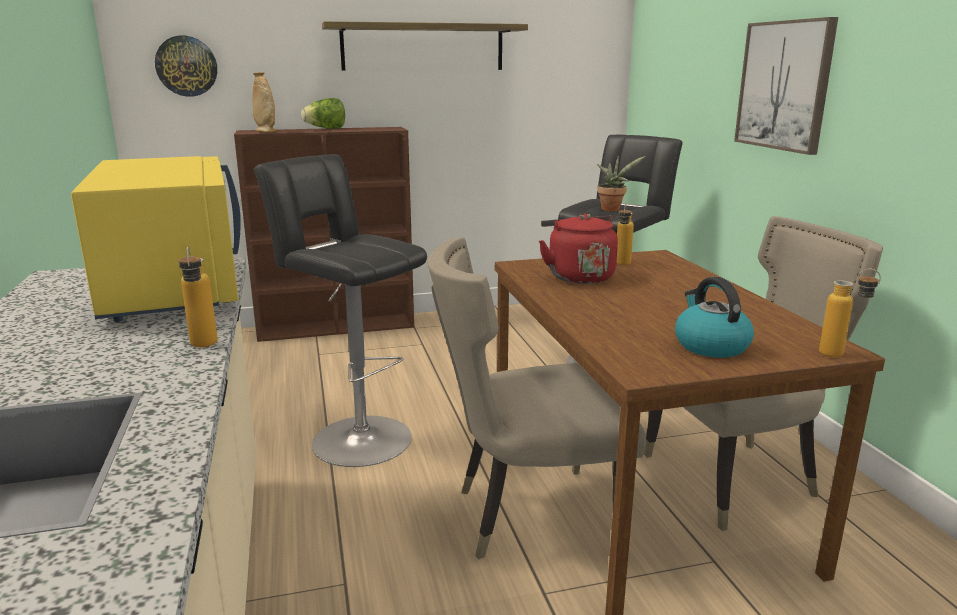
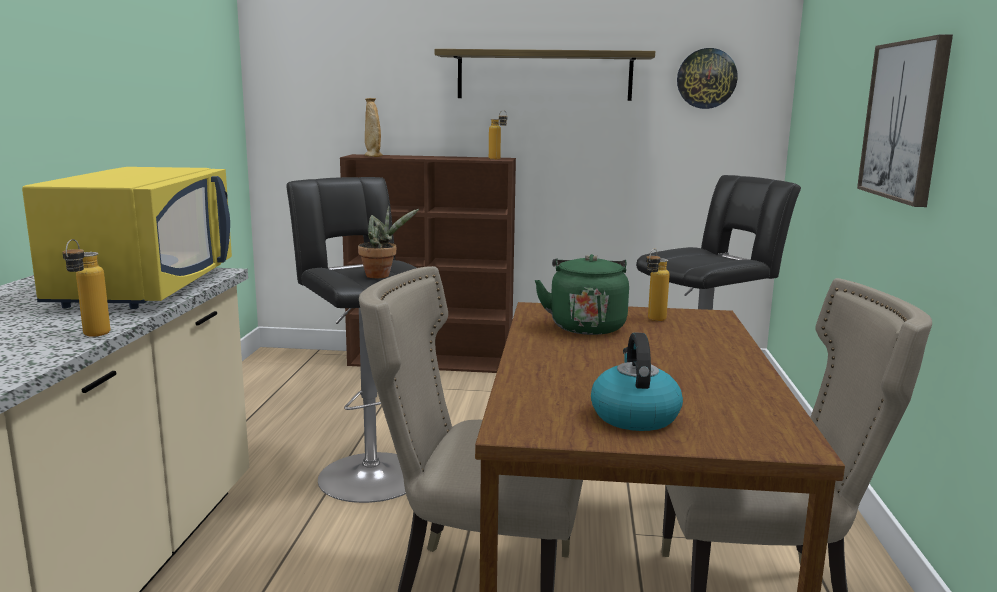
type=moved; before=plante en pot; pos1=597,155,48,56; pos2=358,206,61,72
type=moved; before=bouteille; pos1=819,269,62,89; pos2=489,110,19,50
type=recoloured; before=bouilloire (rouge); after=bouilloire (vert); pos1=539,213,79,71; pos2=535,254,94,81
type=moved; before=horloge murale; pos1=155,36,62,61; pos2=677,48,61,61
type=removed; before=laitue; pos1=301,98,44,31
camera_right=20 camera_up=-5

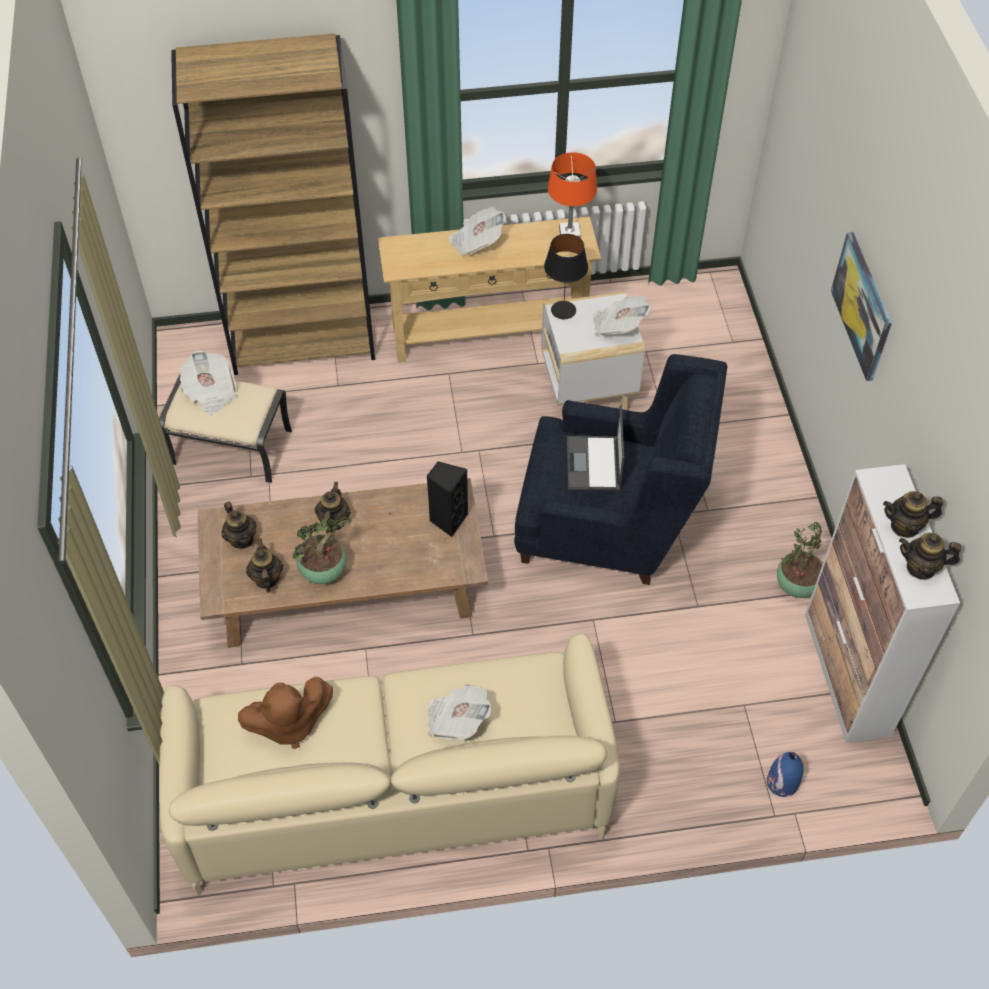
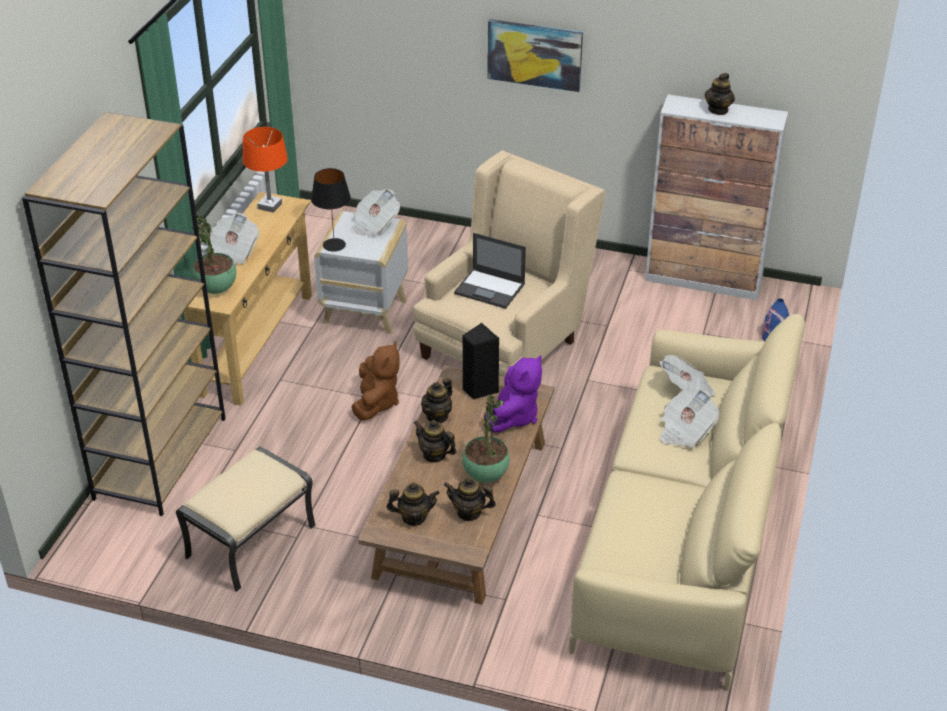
type=moved; before=plante en pot; pos1=777,522,45,76; pos2=192,215,44,79
type=moved; before=peluche (marron); pos1=238,676,95,73; pos2=351,341,48,80
type=recoloured; before=fauteuil (bleu); after=fauteuil (beige); pos1=514,354,214,231; pos2=414,150,191,227
type=moved; before=théière; pos1=899,533,62,47; pos2=421,378,32,45
type=added; after=peluche (violet); pos2=484,355,58,77
type=moved; before=journal; pos1=180,350,57,65; pos2=659,355,57,41
camera_right=-65 camera_up=-15

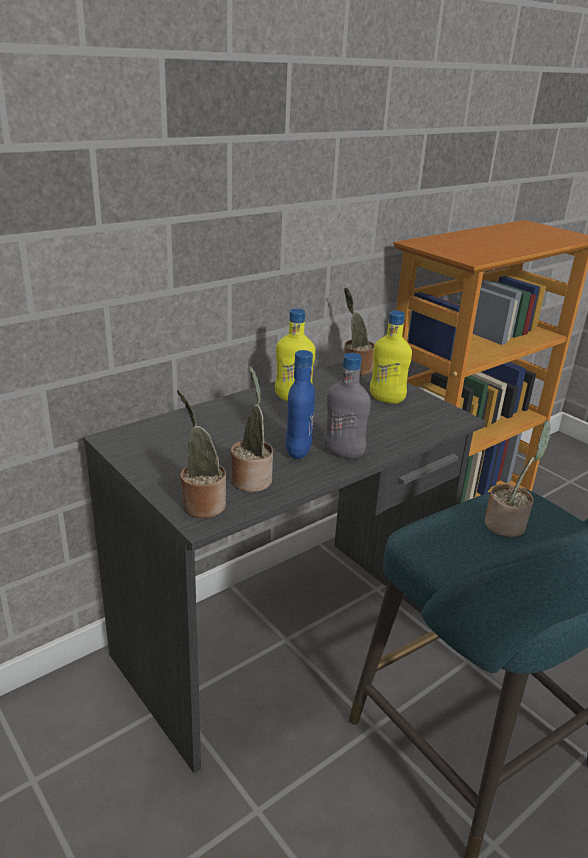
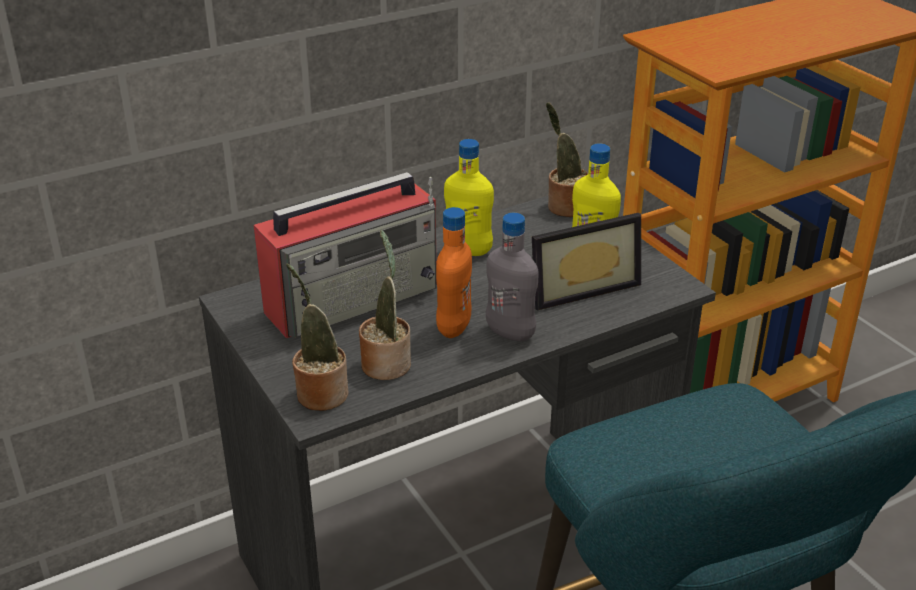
type=added; after=radio; pos2=254,172,183,166
type=recoloured; before=bouteille (bleu); after=bouteille (orange); pos1=286,350,29,109; pos2=436,207,36,131
type=added; after=cadre photo; pos2=532,213,109,98
type=removed; before=plante en pot; pos1=484,420,67,117
camera_right=10 camera_up=5

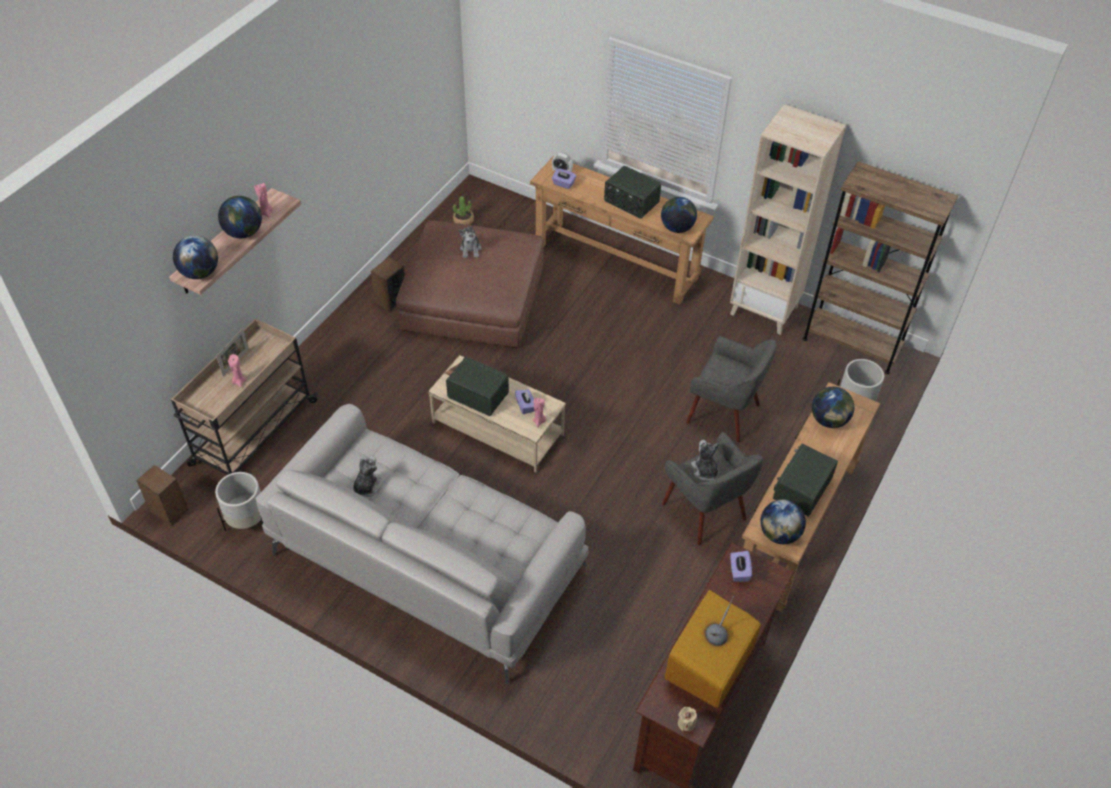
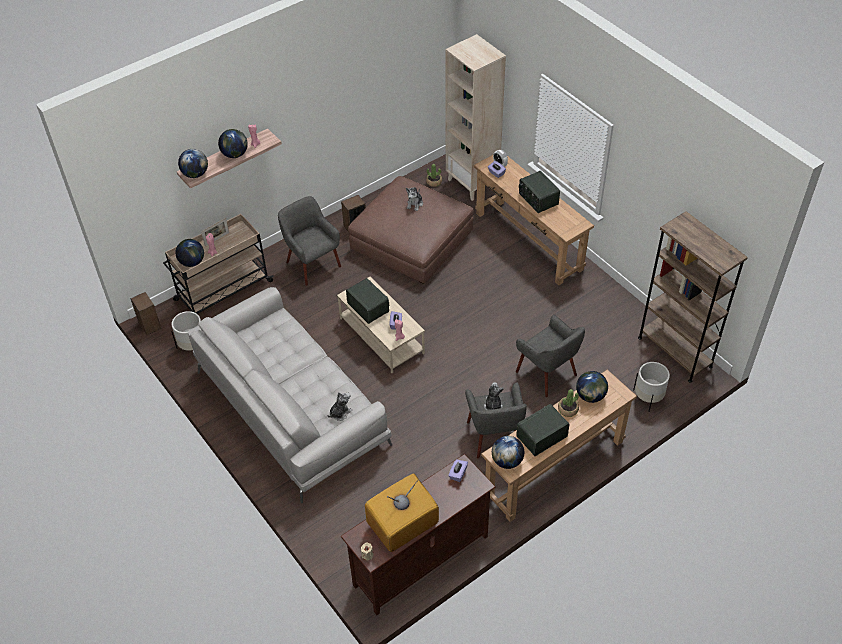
type=moved; before=globe; pos1=661,197,36,36; pos2=176,239,28,28
type=added; after=fauteuil (gris); pos2=278,196,63,90
type=moved; before=peluche; pos1=353,456,29,41; pos2=328,392,25,29
type=moved; before=bibliothèque (beige); pos1=730,104,116,231; pos2=445,34,61,167
type=added; after=plante en pot; pos2=558,389,21,28
camera_right=25 camera_up=0

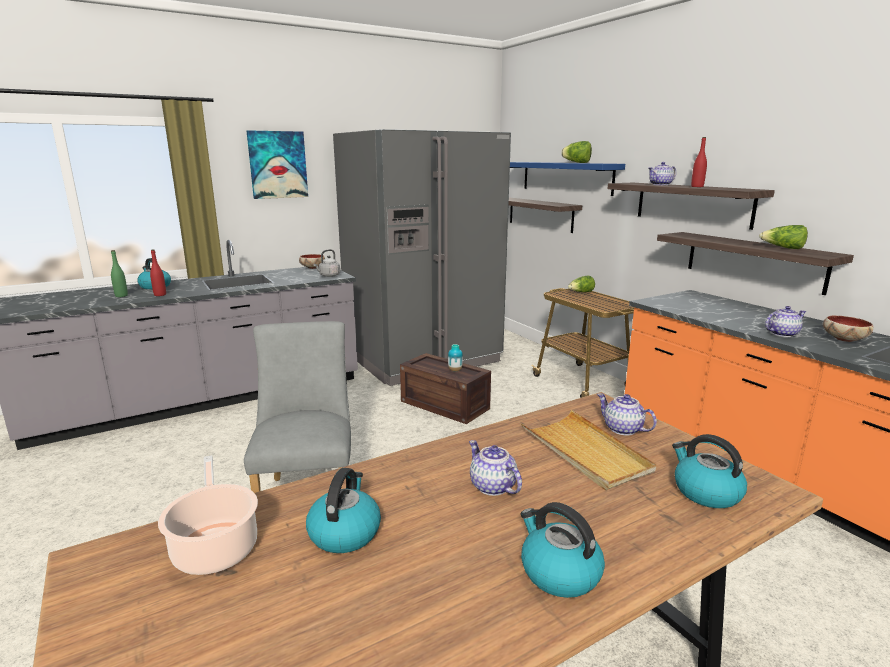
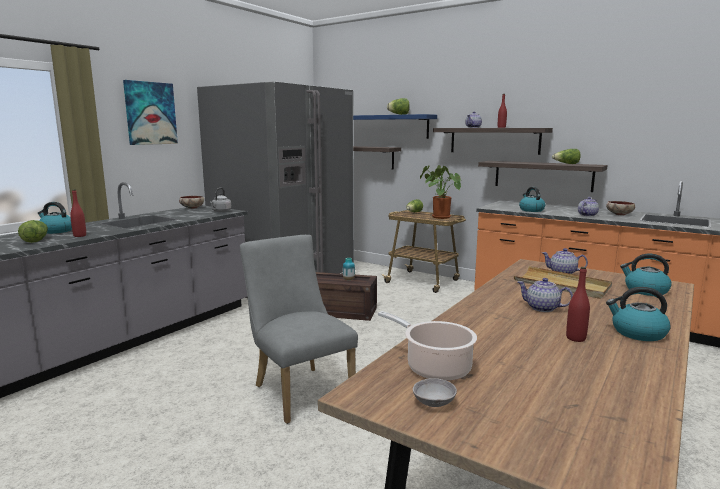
type=replaced; before=bouteille (vert); after=laitue; pos1=111,250,17,47; pos2=18,220,30,23
type=added; after=bol (gris); pos2=413,378,44,29
type=added; after=plante en pot; pos2=420,165,41,54
type=moved; before=bouilloire; pos1=306,468,75,85; pos2=519,187,26,25
type=added; after=bouteille (rouge); pos2=566,267,24,75
camera_right=-25 camera_up=-5

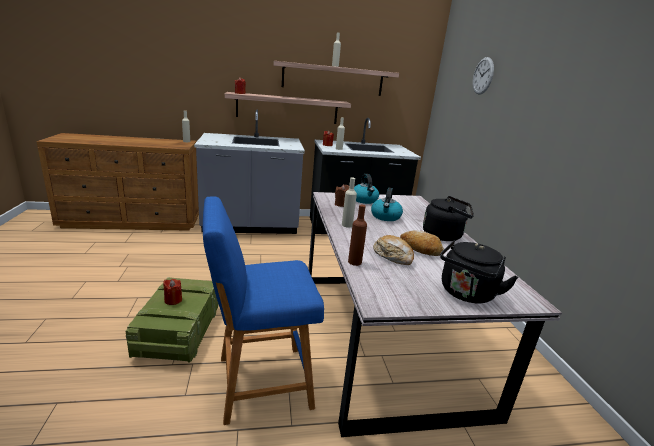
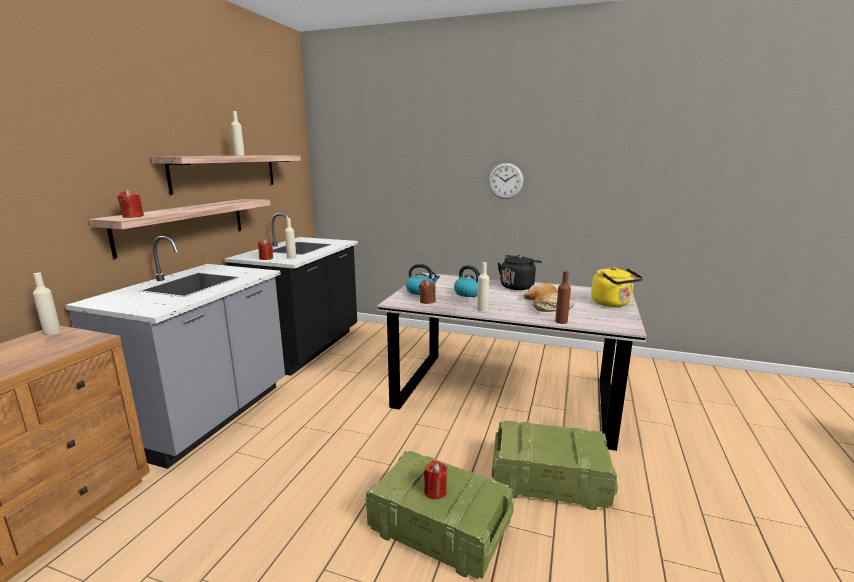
type=moved; before=horloge murale; pos1=473,57,21,38; pos2=488,163,36,36
type=replaced; before=tabouret (bleu); after=caisse; pos1=203,196,121,229; pos2=492,420,126,90
type=recoloured; before=bouilloire (noir); after=bouilloire (jaune); pos1=440,240,79,63; pos2=591,267,52,40
camera_right=-60 camera_up=-5

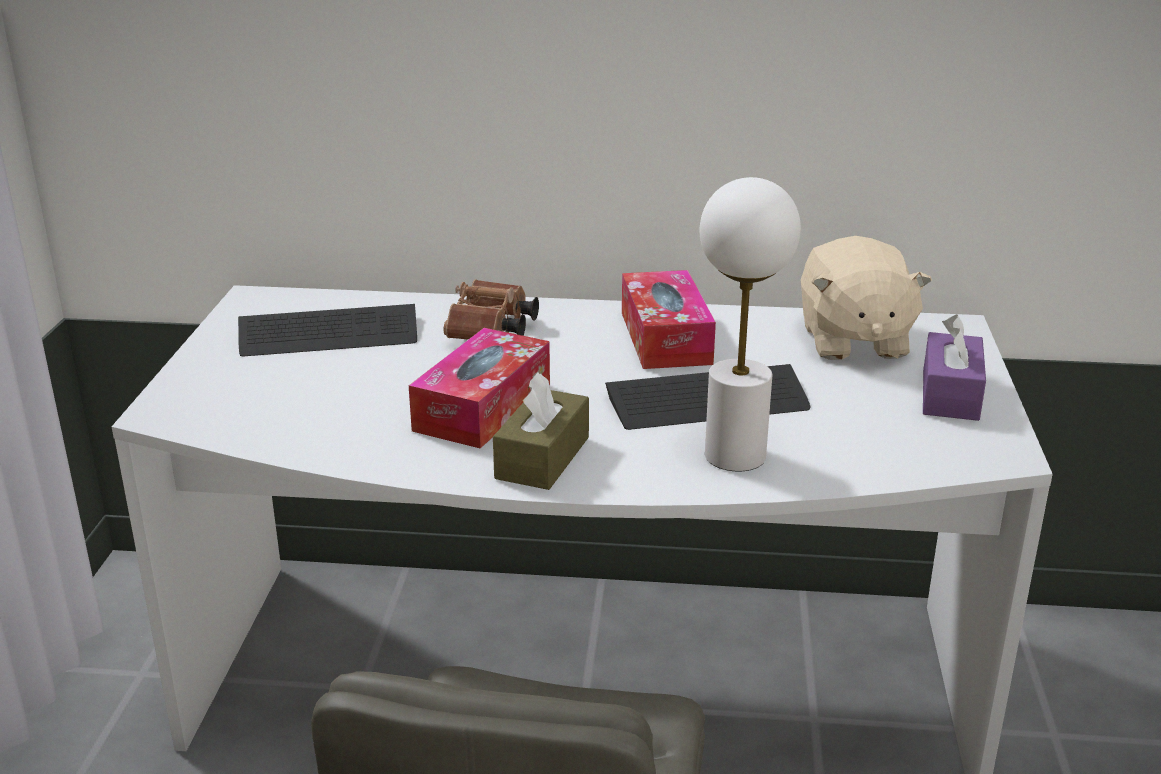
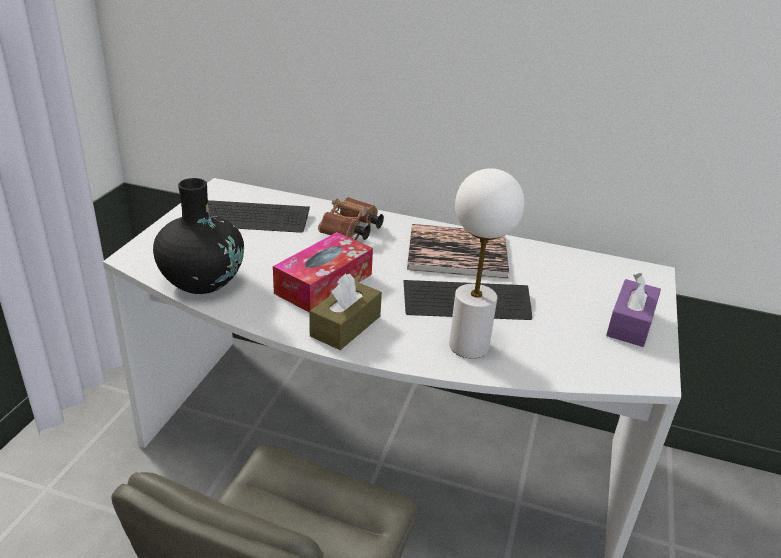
type=added; after=vase (noir); pos2=153,178,91,116
type=replaced; before=boîte à mouchoirs; after=livre; pos1=622,270,94,99; pos2=407,224,102,55
type=removed; before=peluche (beige); pos1=801,236,131,124
camera_right=10 camera_up=5

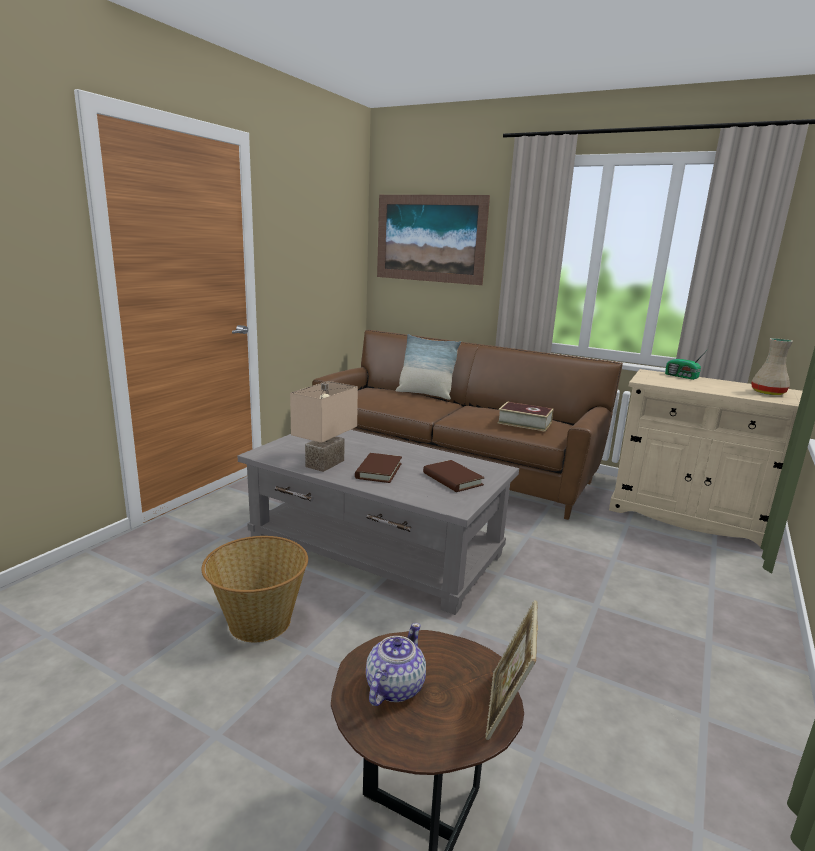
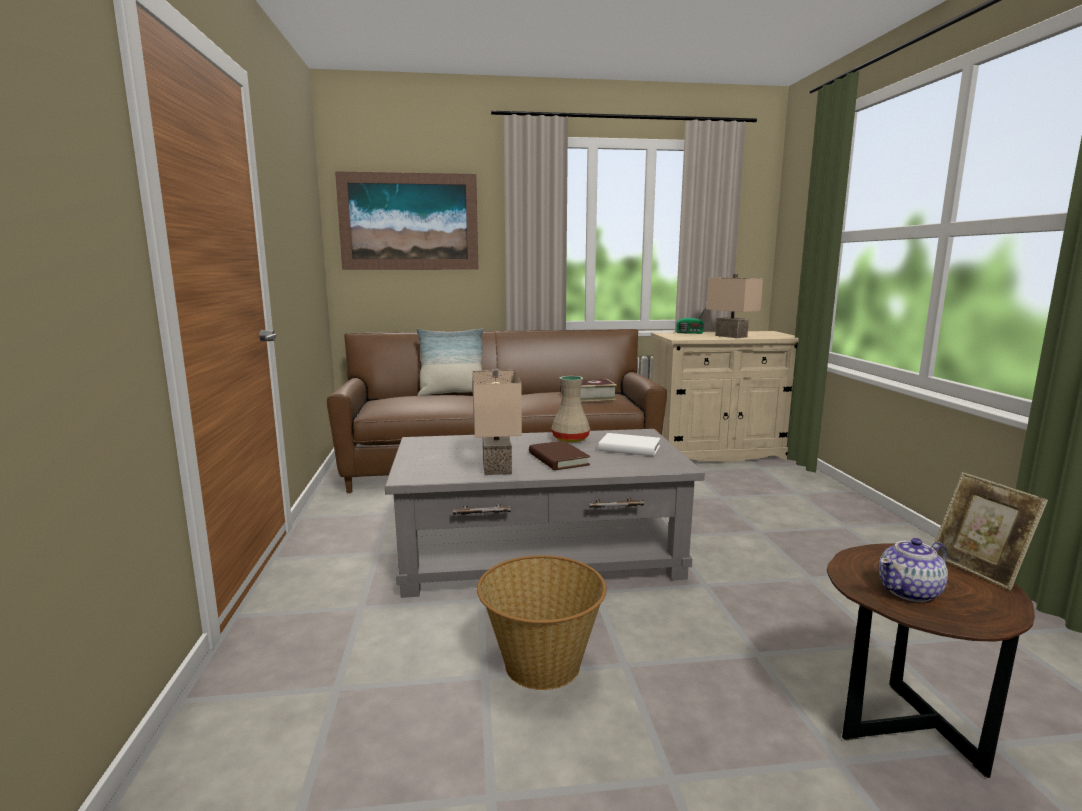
type=moved; before=vase (beige); pos1=751,338,42,57; pos2=552,376,38,66
type=recoloured; before=livre (marron); after=livre (blanc); pos1=423,460,62,32; pos2=598,433,63,23
type=added; after=lampe de table (beige); pos2=706,274,57,64
type=turned; before=théière; pos1=366,623,60,83; pos2=878,538,70,64; turn=-105
camera_right=-35 camera_up=-5

